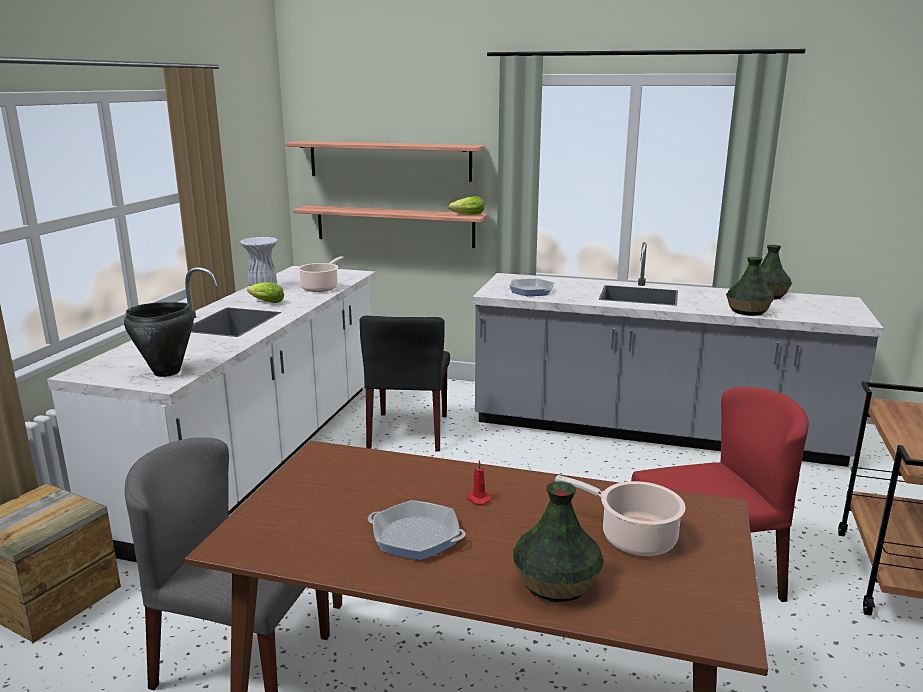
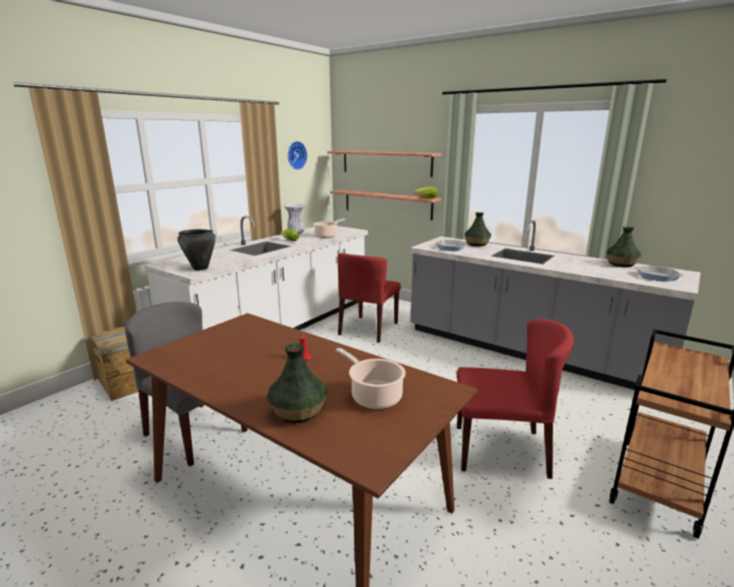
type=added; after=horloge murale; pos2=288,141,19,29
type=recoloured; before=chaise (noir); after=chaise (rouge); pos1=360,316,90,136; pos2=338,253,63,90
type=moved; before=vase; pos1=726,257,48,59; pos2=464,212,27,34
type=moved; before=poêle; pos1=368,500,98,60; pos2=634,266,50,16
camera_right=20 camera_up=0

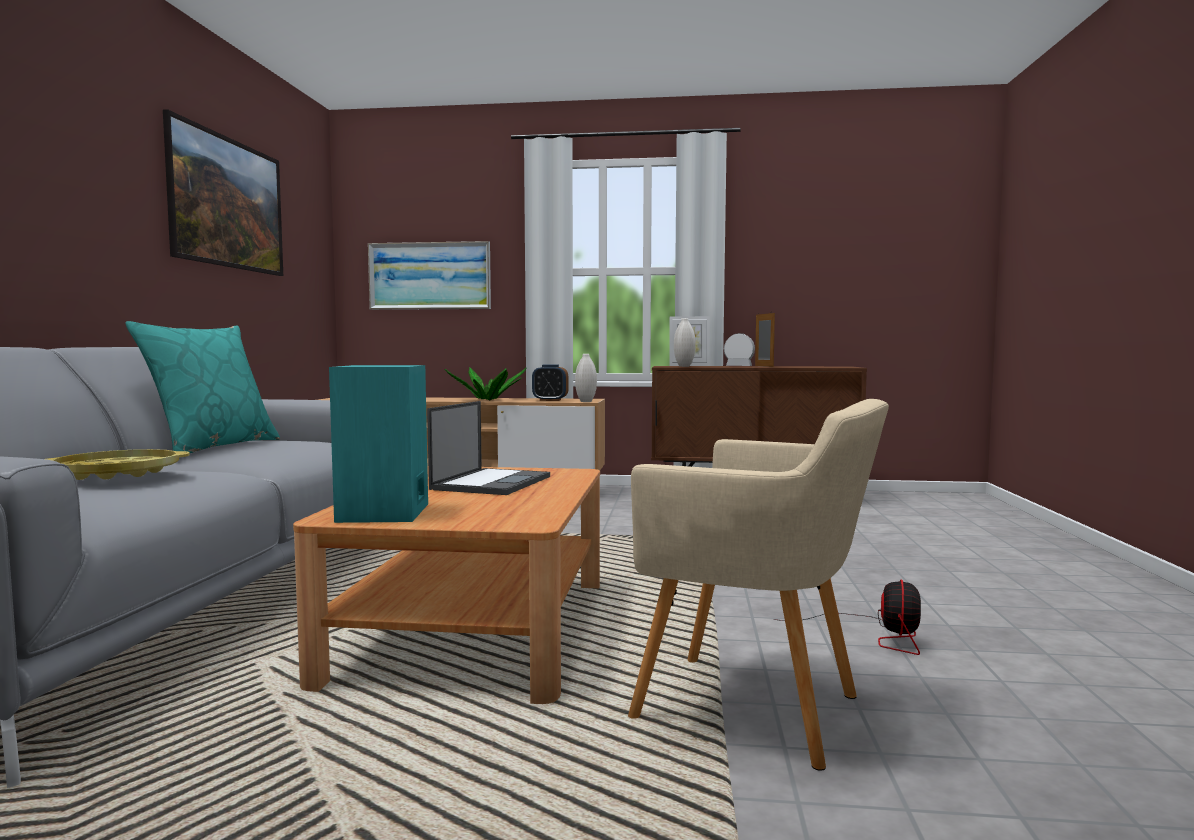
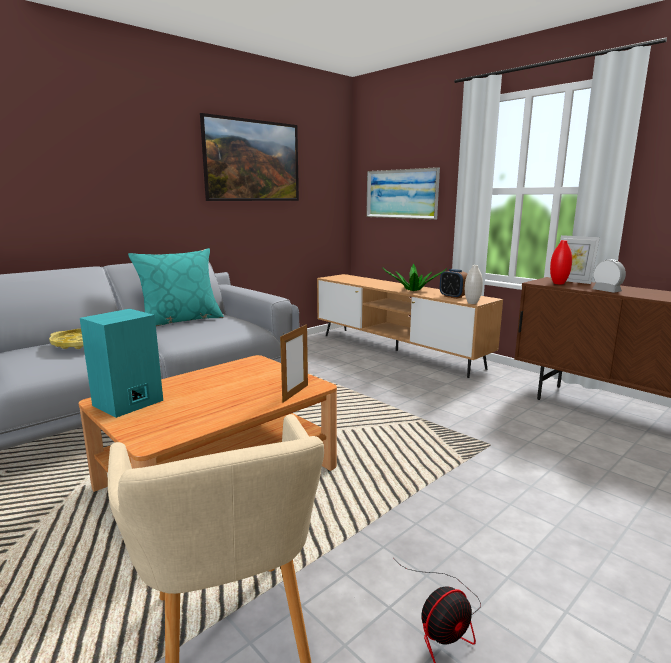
type=moved; before=cadre photo; pos1=755,311,20,56; pos2=280,324,28,79
type=recoloured; before=vase (blanc); after=vase (rouge); pos1=674,318,22,49; pos2=550,240,22,44
type=removed; before=ordinateur portable; pos1=427,401,123,94
camera_right=40 camera_up=10

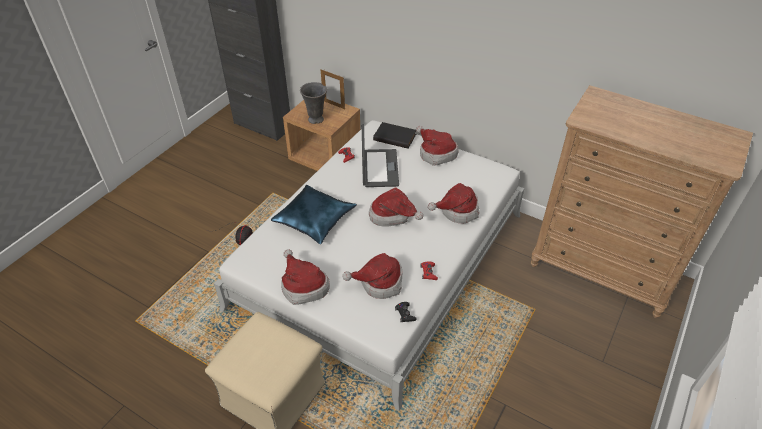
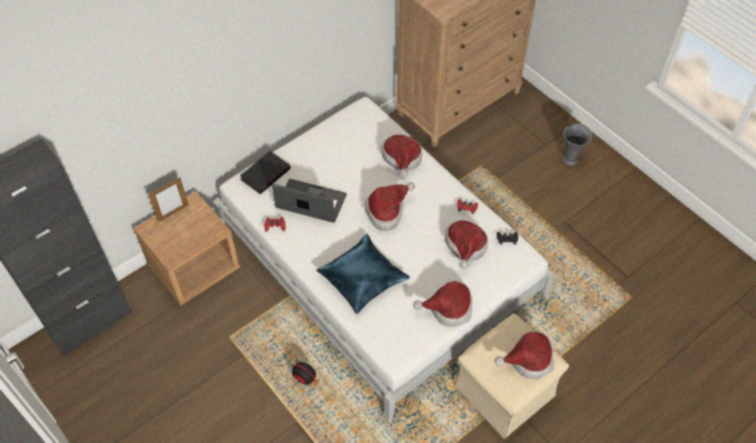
type=moved; before=chapeau; pos1=416,126,43,40; pos2=495,331,59,48
type=moved; before=vase (gris); pos1=300,82,27,42; pos2=562,123,31,43
camera_right=-70 camera_up=10

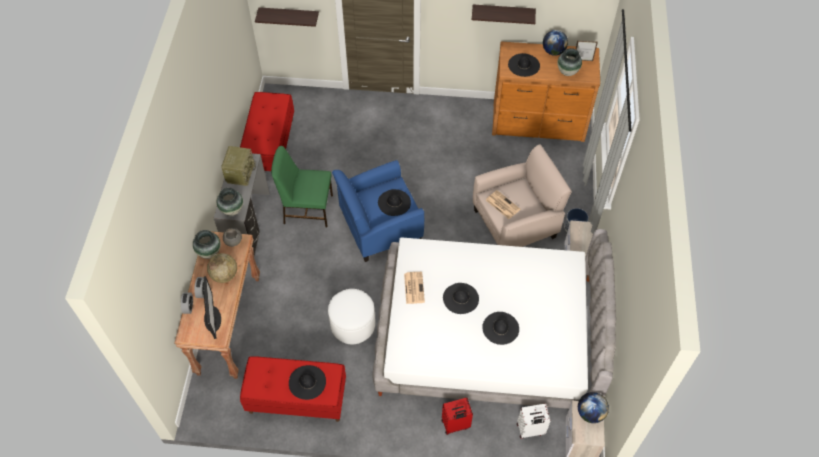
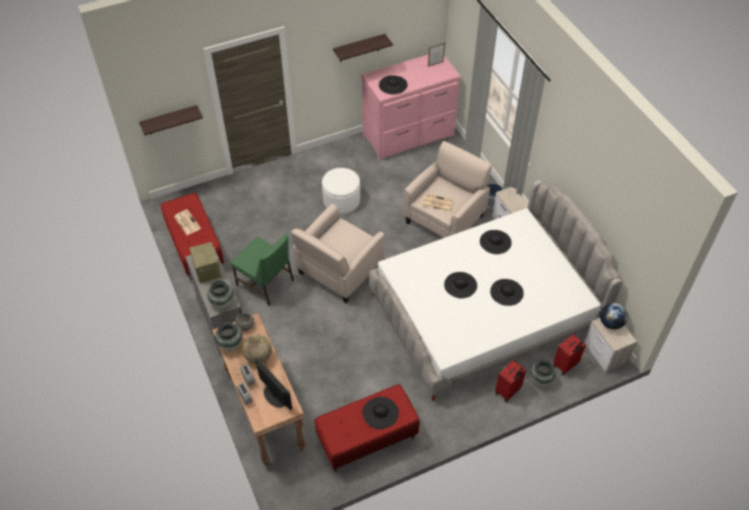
type=moved; before=journal; pos1=404,272,21,32; pos2=174,209,27,26
type=turned; before=chaise (vert); pos1=271,146,62,81; pos2=231,233,63,73; turn=-120
type=recoloured; before=fauteuil (bleu); after=fauteuil (beige); pos1=332,160,92,102; pos2=291,204,93,99
type=moved; before=pouf (blanc); pos1=328,289,47,55; pos2=322,168,38,46
type=recoloured; before=commode (marron); after=commode (rose); pos1=492,41,108,101; pos2=361,54,100,106
type=moved; before=chapeau (noir); pos1=378,189,33,27; pos2=480,230,32,24
type=moved; before=vase; pos1=557,48,25,28; pos2=530,360,26,26
type=recoloured; before=valise (blanc); after=valise (rouge); pos1=517,404,33,35; pos2=553,334,33,42
type=removed; before=globe; pos1=543,30,25,26
camera_right=-30 camera_up=-5

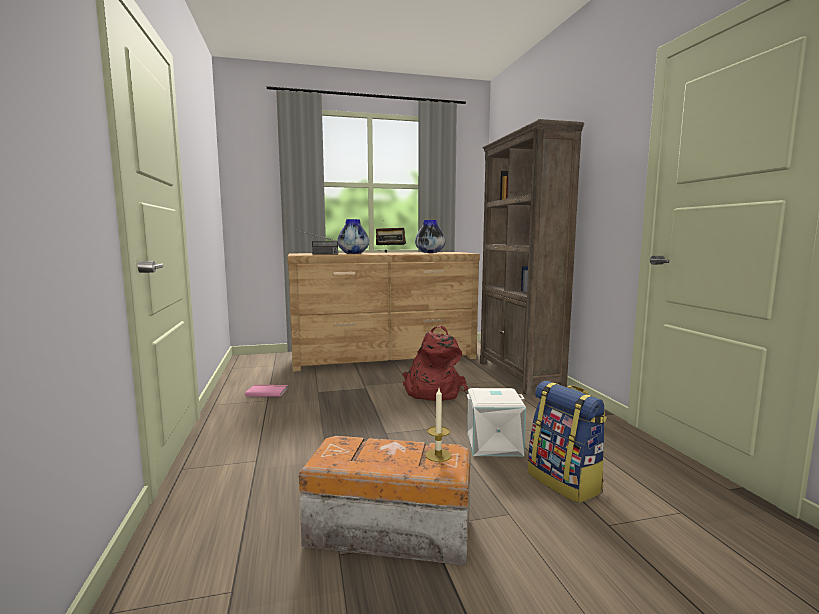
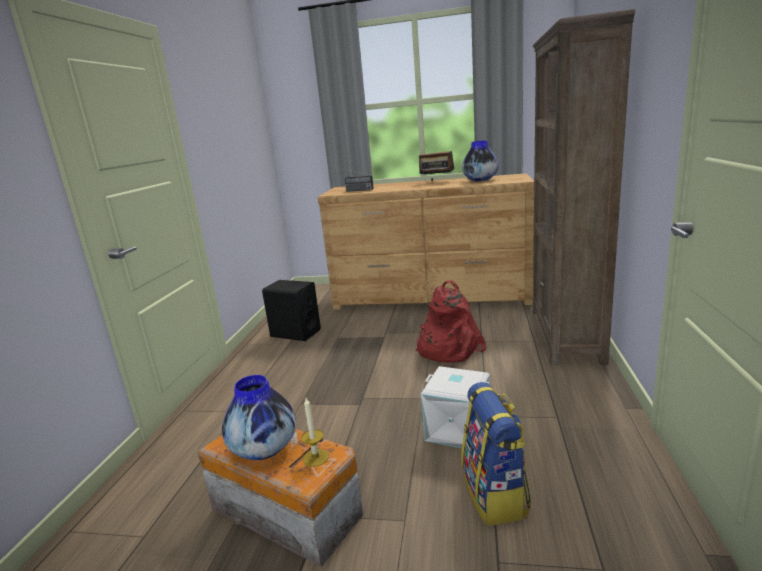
type=moved; before=vase; pos1=337,219,32,35; pos2=222,375,74,85
type=replaced; before=livre (rose); after=enceinte (noir); pos1=245,385,43,12; pos2=262,280,59,61
camera_right=25 camera_up=10

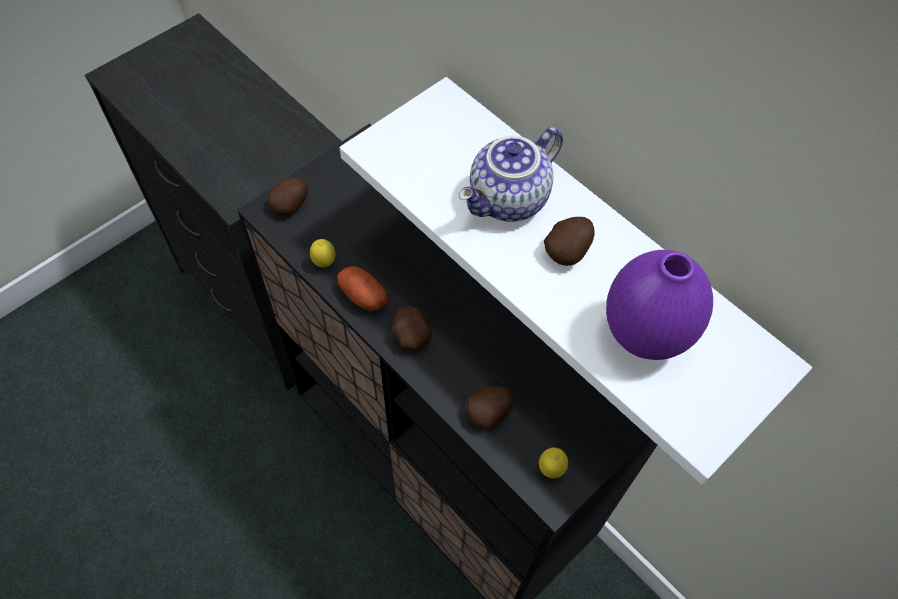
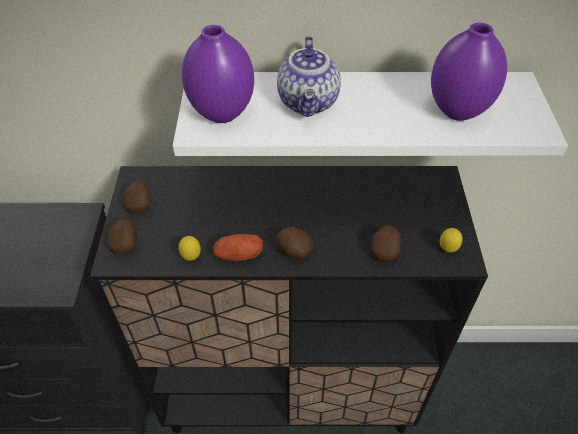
type=moved; before=pomme de terre; pos1=544,217,51,49; pos2=123,180,28,33
type=added; after=vase (violet); pos2=182,25,72,98
camera_right=-45 camera_up=-10

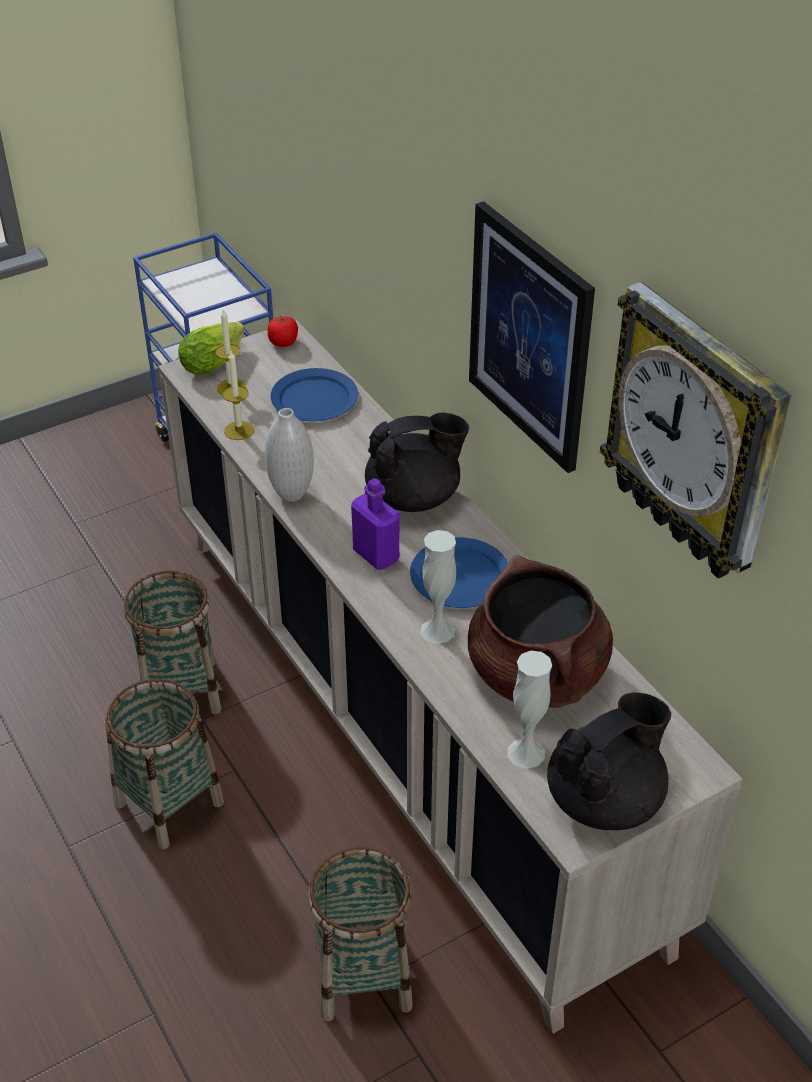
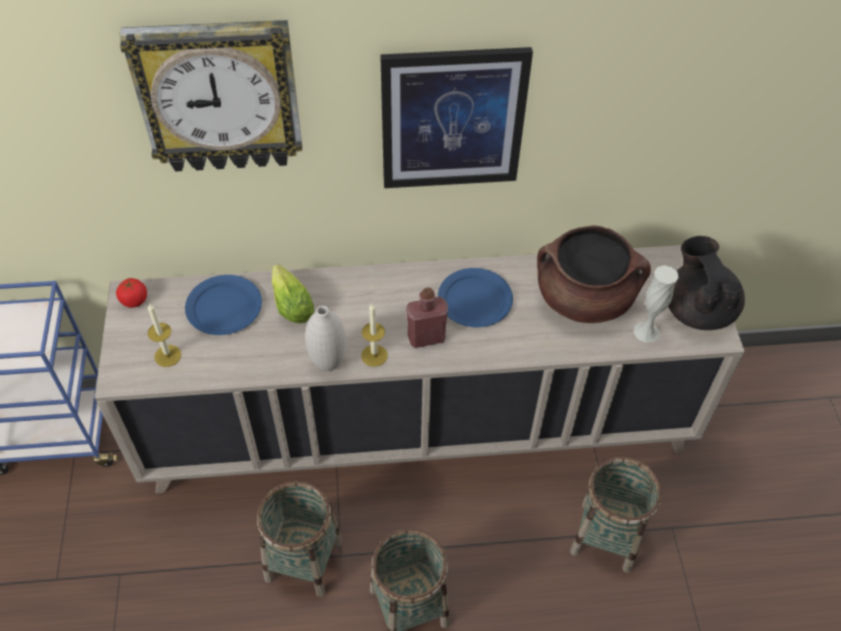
type=moved; before=horloge murale; pos1=600,282,192,296; pos2=120,20,182,151
type=moved; before=laitue; pos1=178,322,67,53; pos2=272,264,42,60
type=moved; before=bougie; pos1=222,351,32,89; pos2=361,304,26,63
type=recoloured; before=bouteille (violet); after=bouteille (rouge); pos1=351,478,49,92; pos2=406,287,42,61
type=removed; before=théière (noir); pos1=365,412,104,100
type=removed; before=vase (blanc); pos1=420,530,36,114
camera_right=-65 camera_up=10

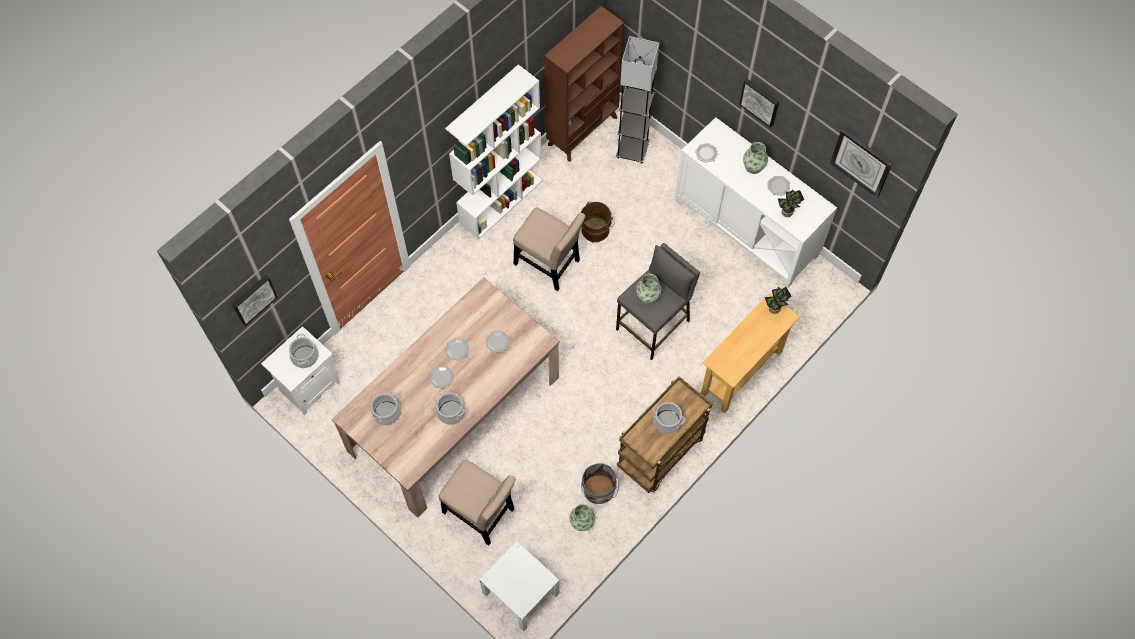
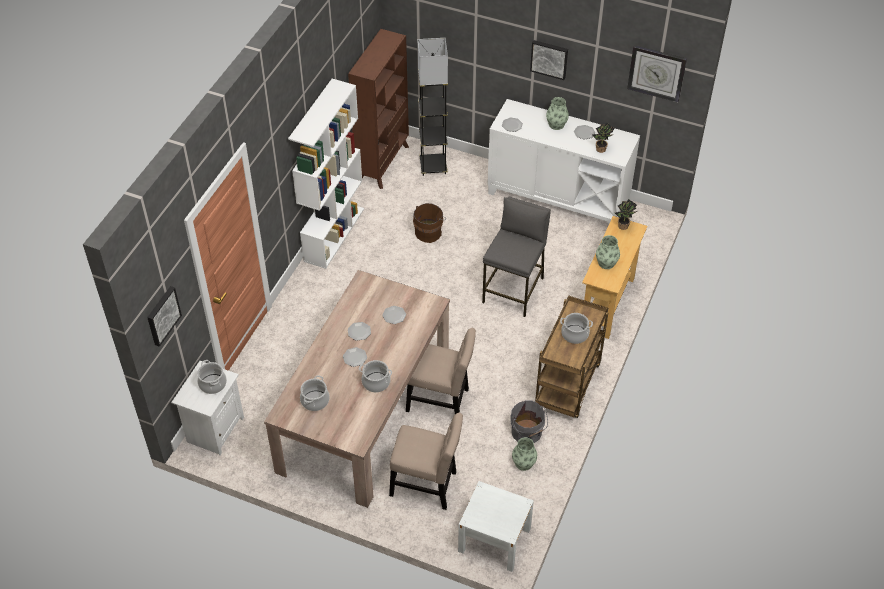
type=moved; before=chaise (beige); pos1=513,208,73,83; pos2=406,328,70,86
type=moved; before=vase; pos1=636,274,26,30; pos2=596,235,24,34
camera_right=-20 camera_up=-15

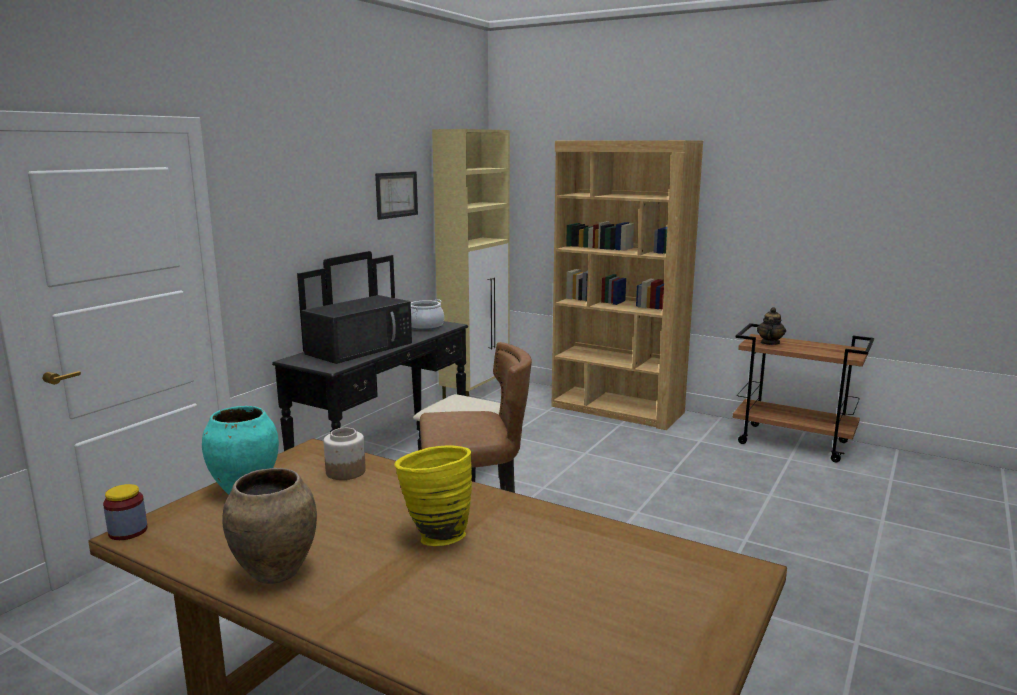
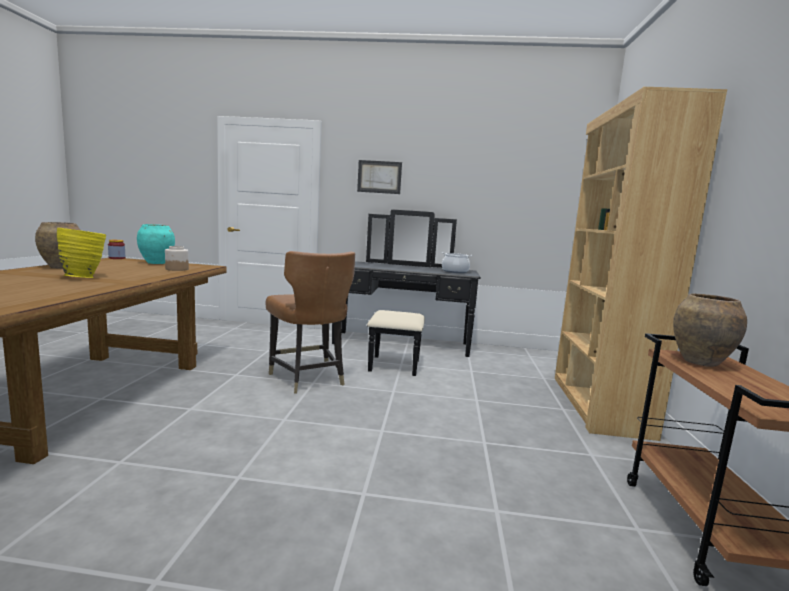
type=moved; before=tableau; pos1=375,171,43,49; pos2=357,160,45,34
type=replaced; before=théière; after=vase (marron); pos1=757,307,29,38; pos2=673,294,74,73
type=removed; before=micro-ondes (noir); pos1=301,295,111,69
type=removed; before=meuble de rangement (beige); pos1=432,129,78,270
camera_right=65 camera_up=-5

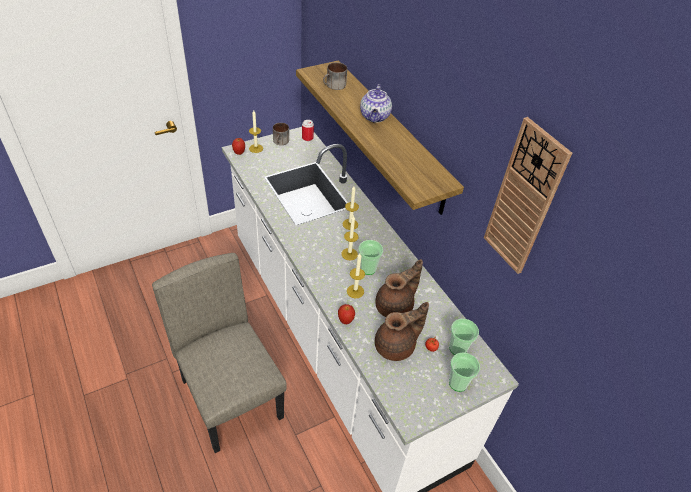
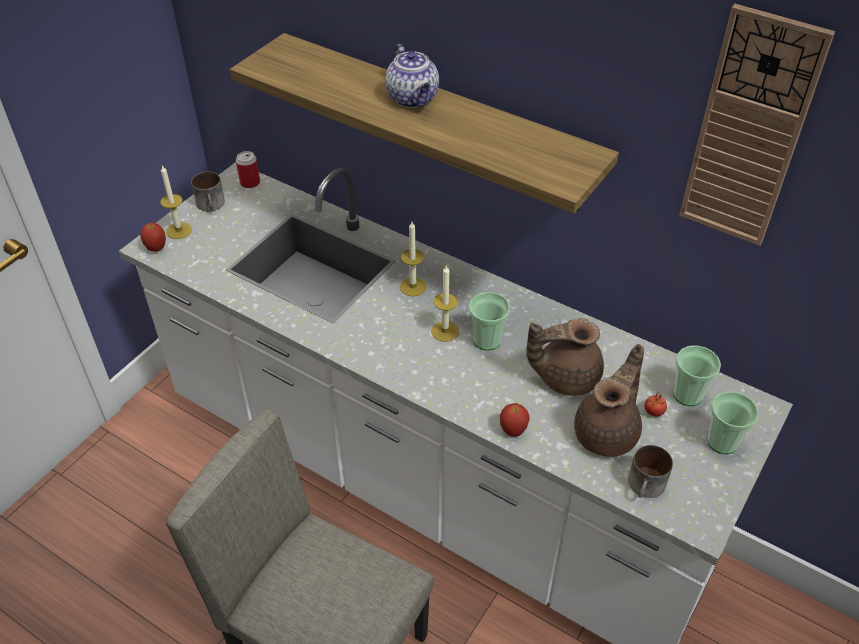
type=turned; before=théière (marron); pos1=375,259,48,58; pos2=526,318,78,78; turn=-120
type=moved; before=mug; pos1=323,62,24,28; pos2=628,445,45,53
type=removed; before=bougie; pos1=347,253,18,45
camera_right=-25 camera_up=0

